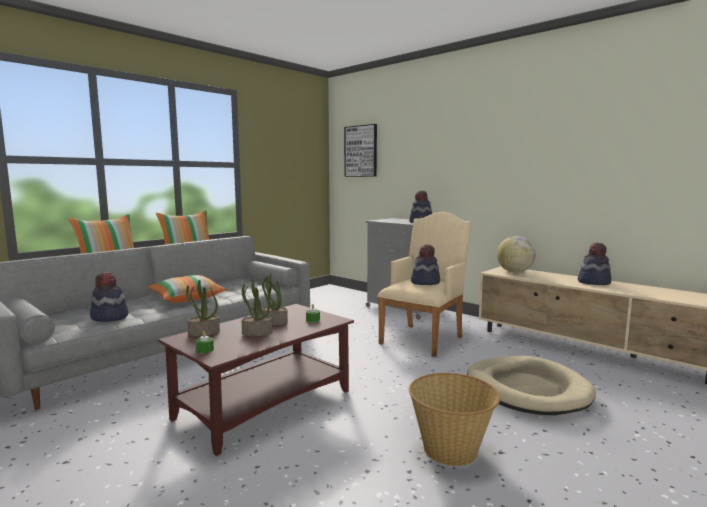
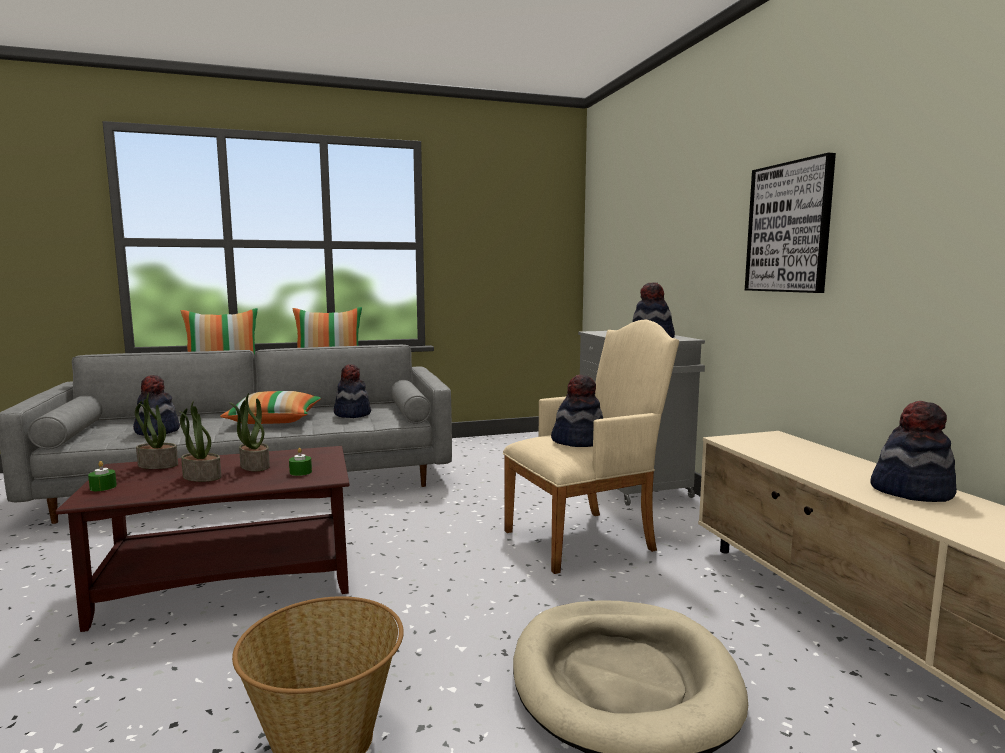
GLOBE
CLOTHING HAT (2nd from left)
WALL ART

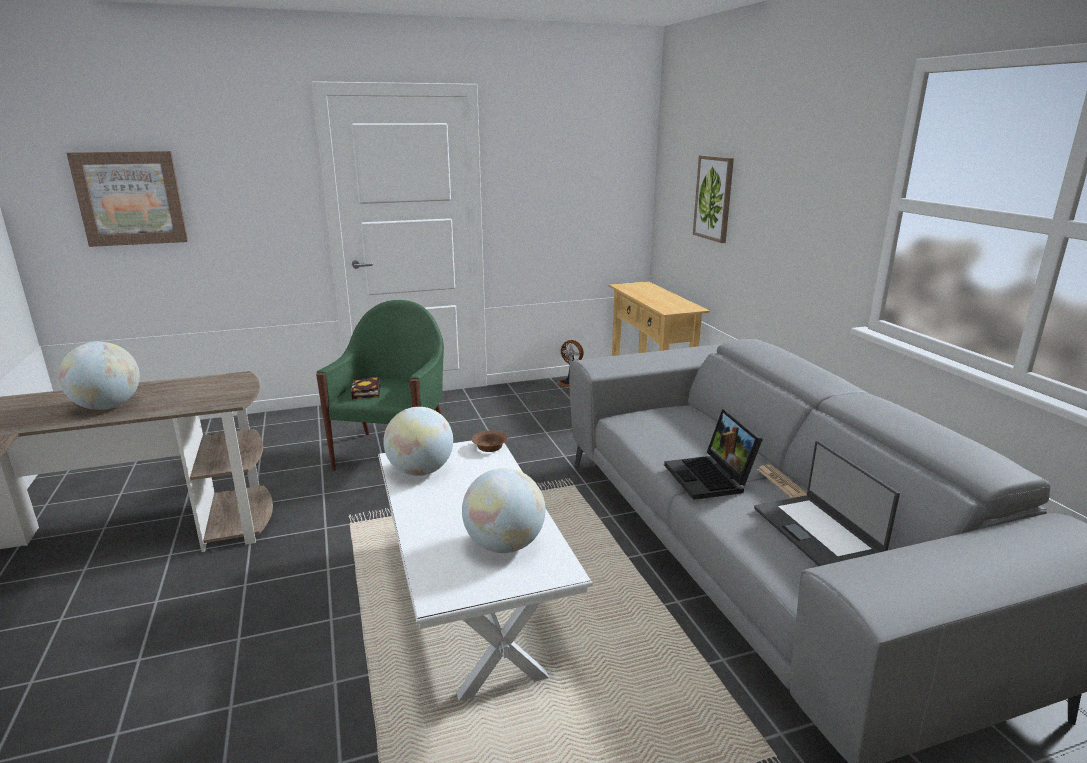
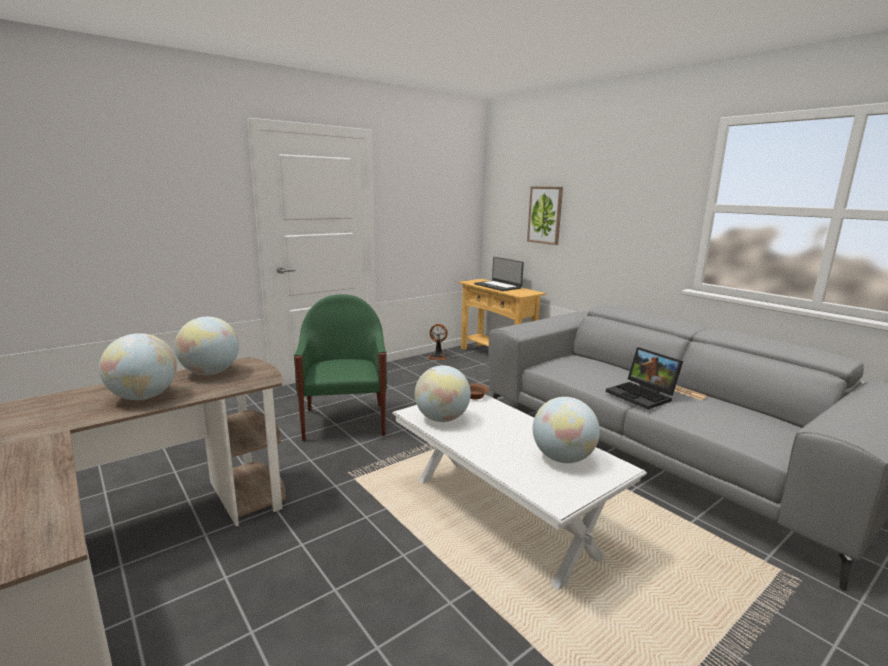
WALL ART (1st from left in the first image)
BOUND BOOK
GLOBE (2nd from left)
LAPTOP (1st from left)

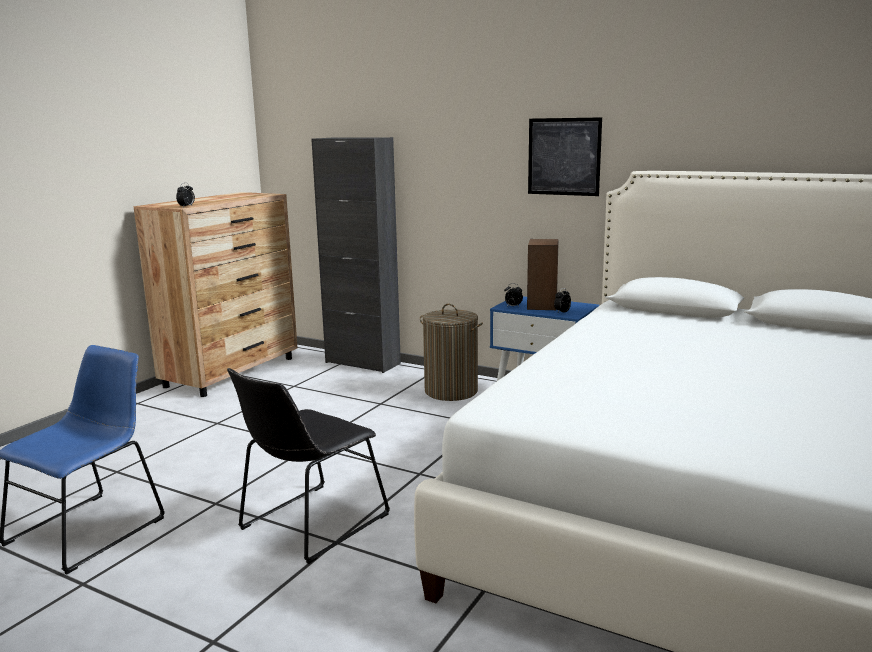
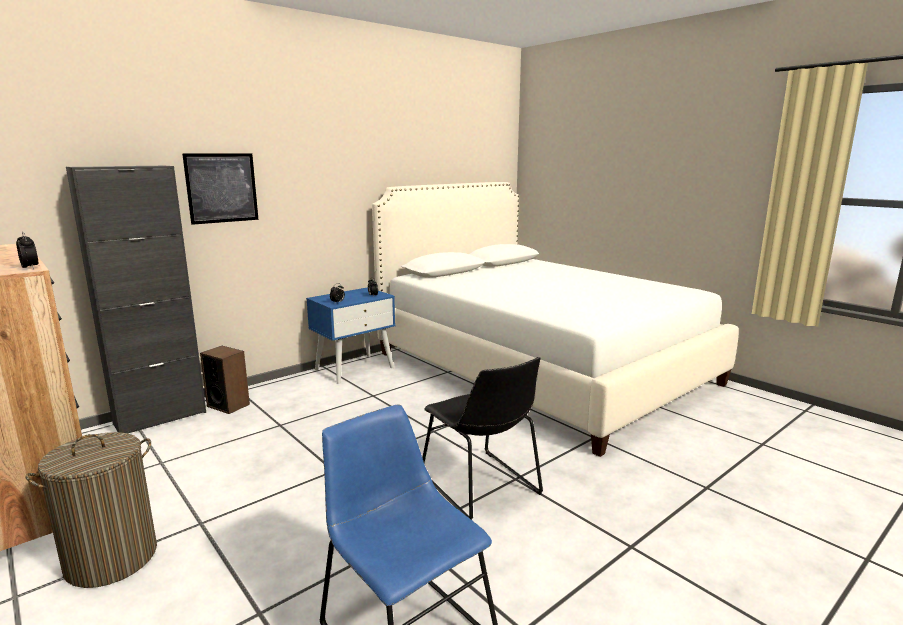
WASHING BASKET
AUDIO SPEAKER
WALL ART

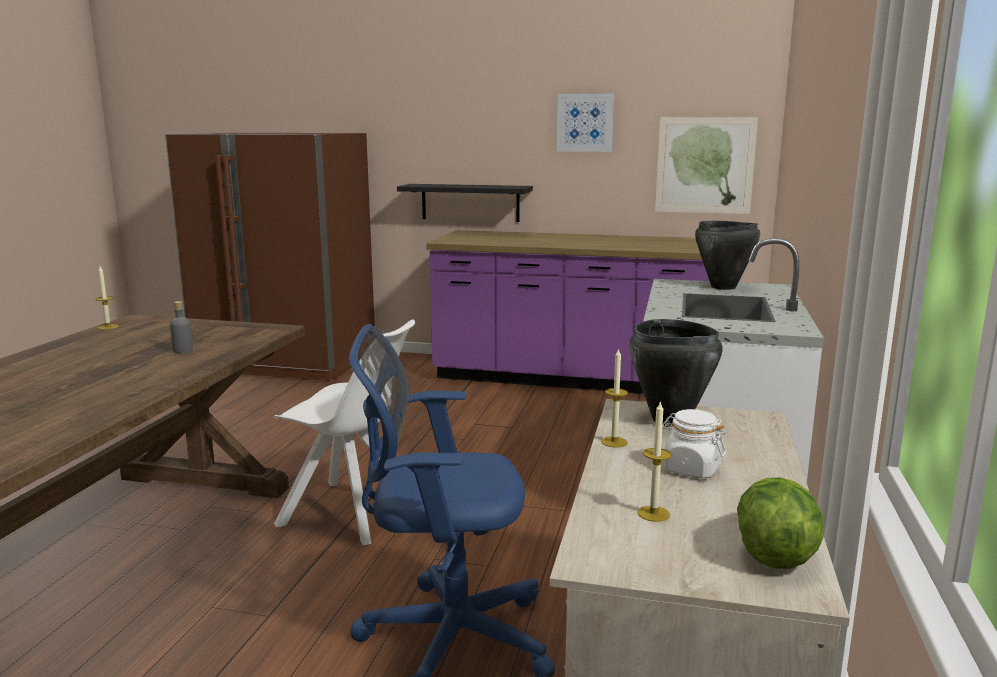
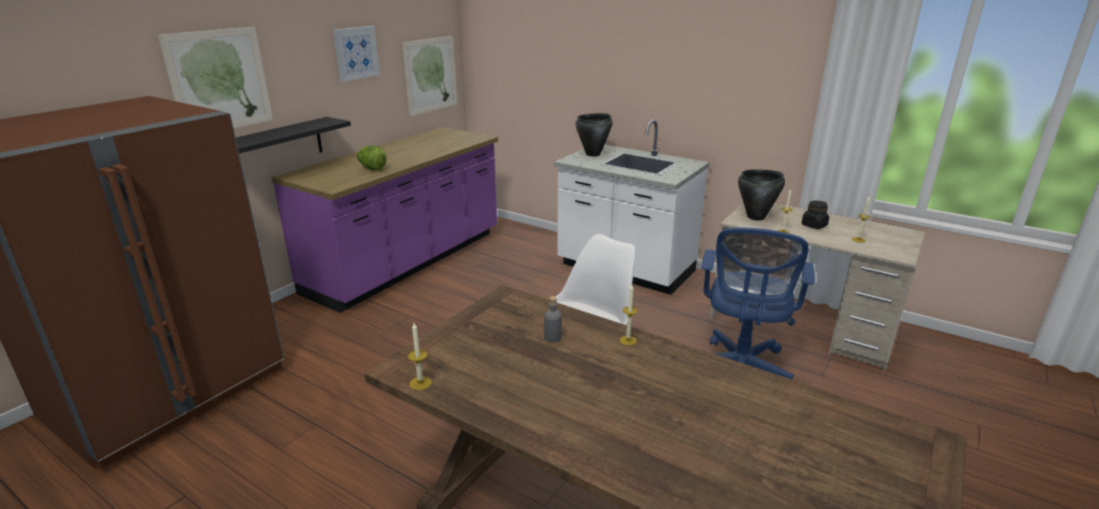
WALL ART (1st from left)
WAX CANDLE (2nd from left)
LETTUCE HEAD
BLACK-COLOURED PRESERVE JAR

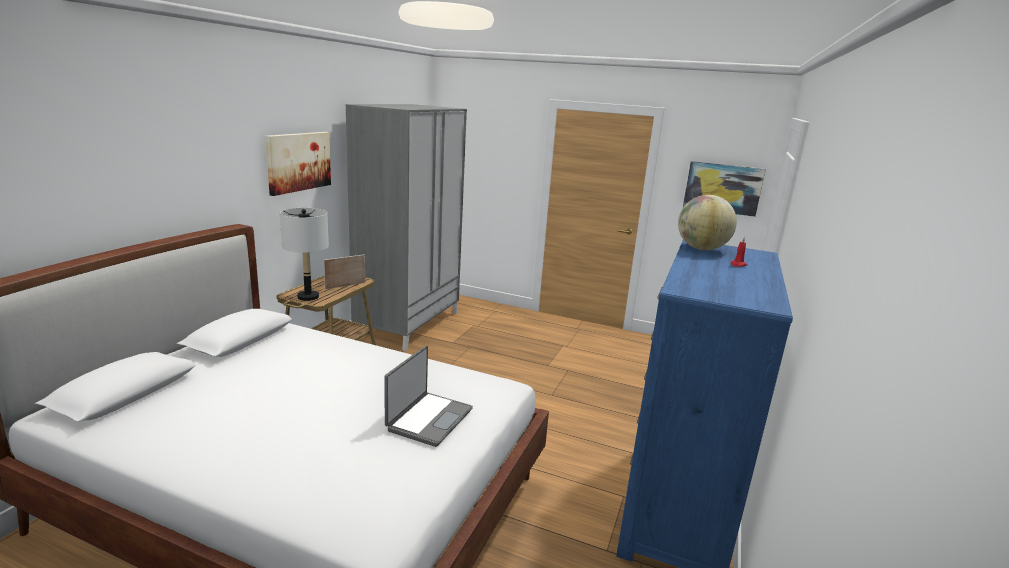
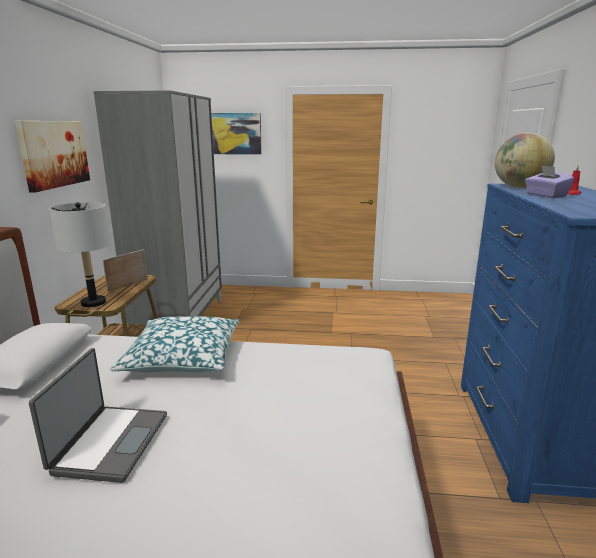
CUSHION
PURPLE-COLOURED TISSUE HOLDER
LAPTOP
WALL ART (2nd from left)

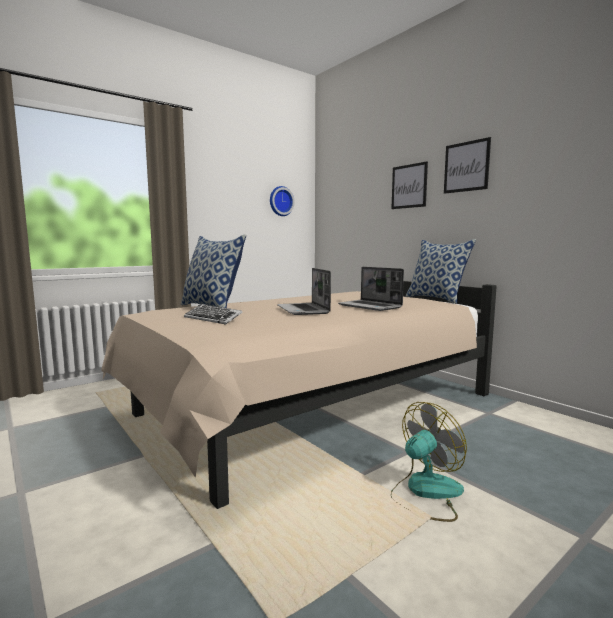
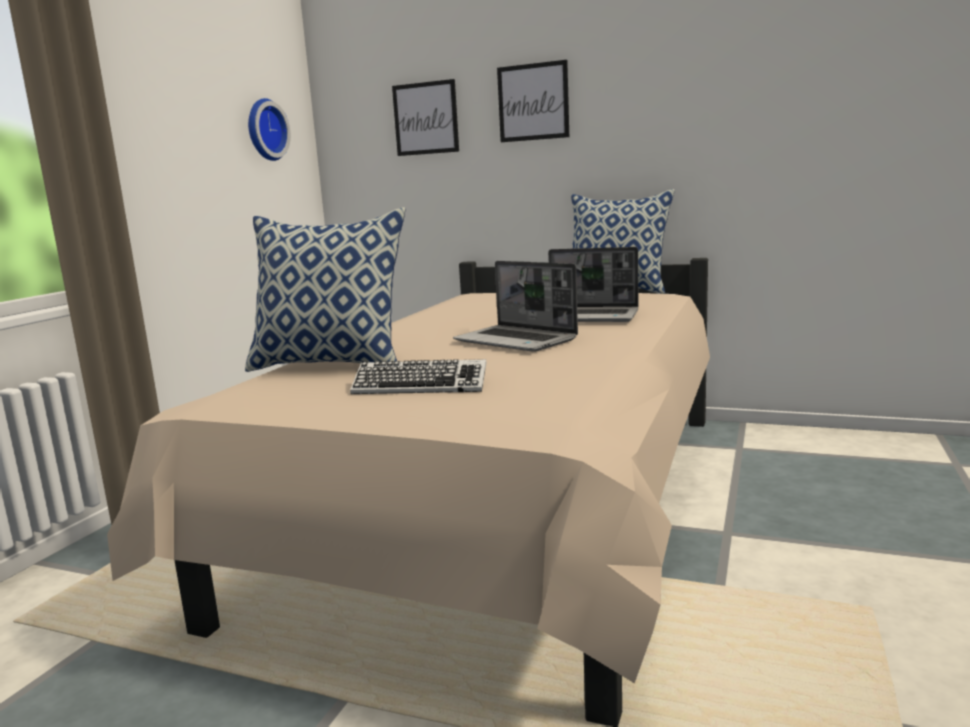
COOLING FAN
WALL ART (1st from left)

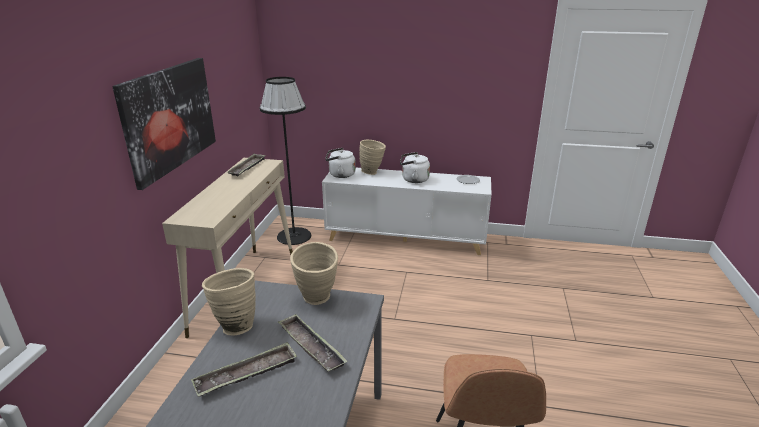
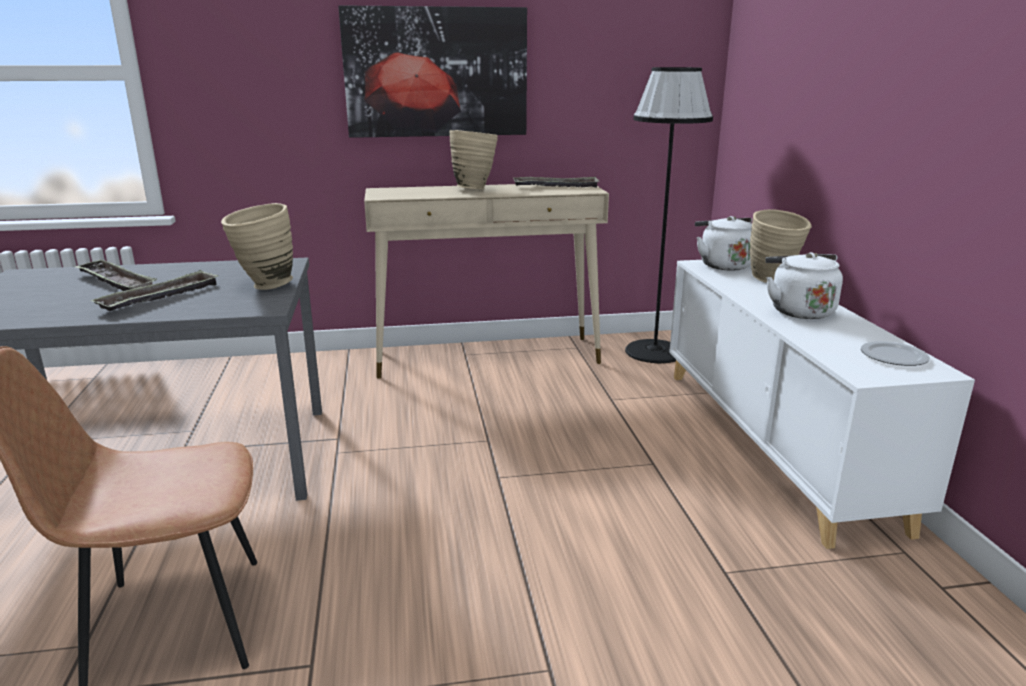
BEIGE-COLOURED FLOWER VASE (2nd from left)

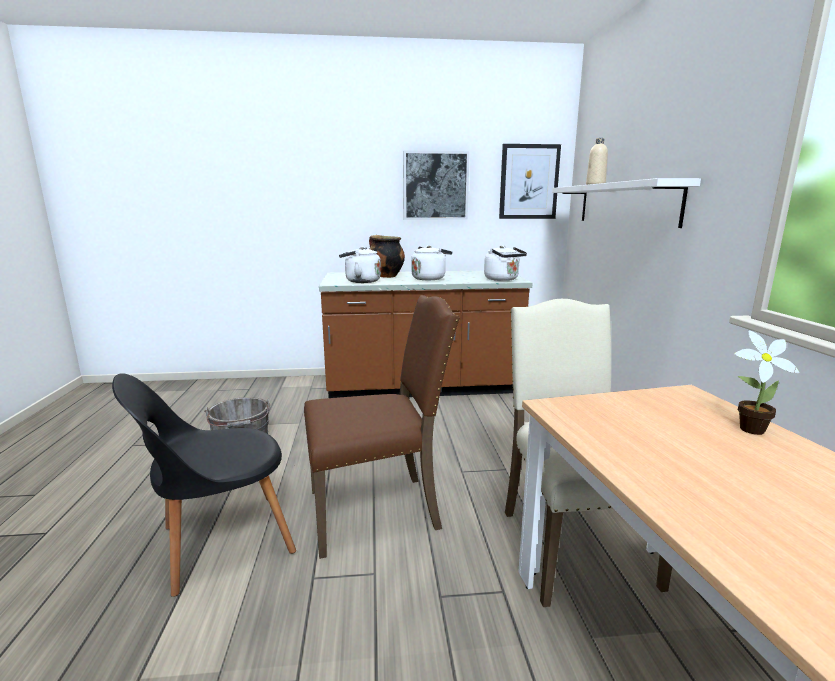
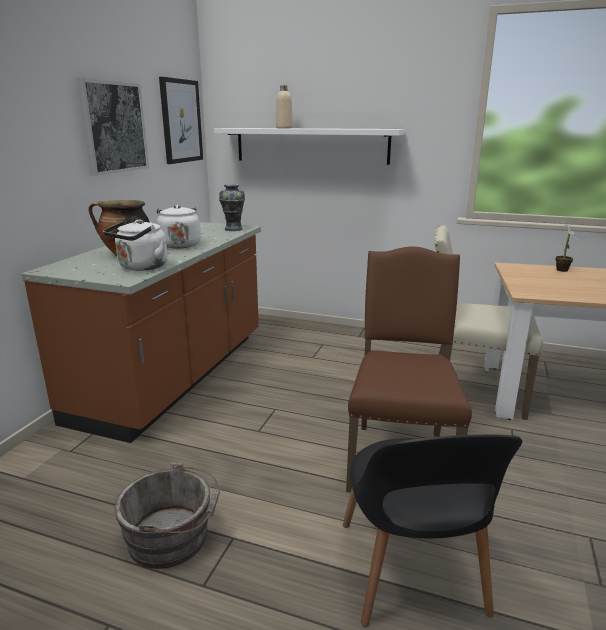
FLOWER VASE

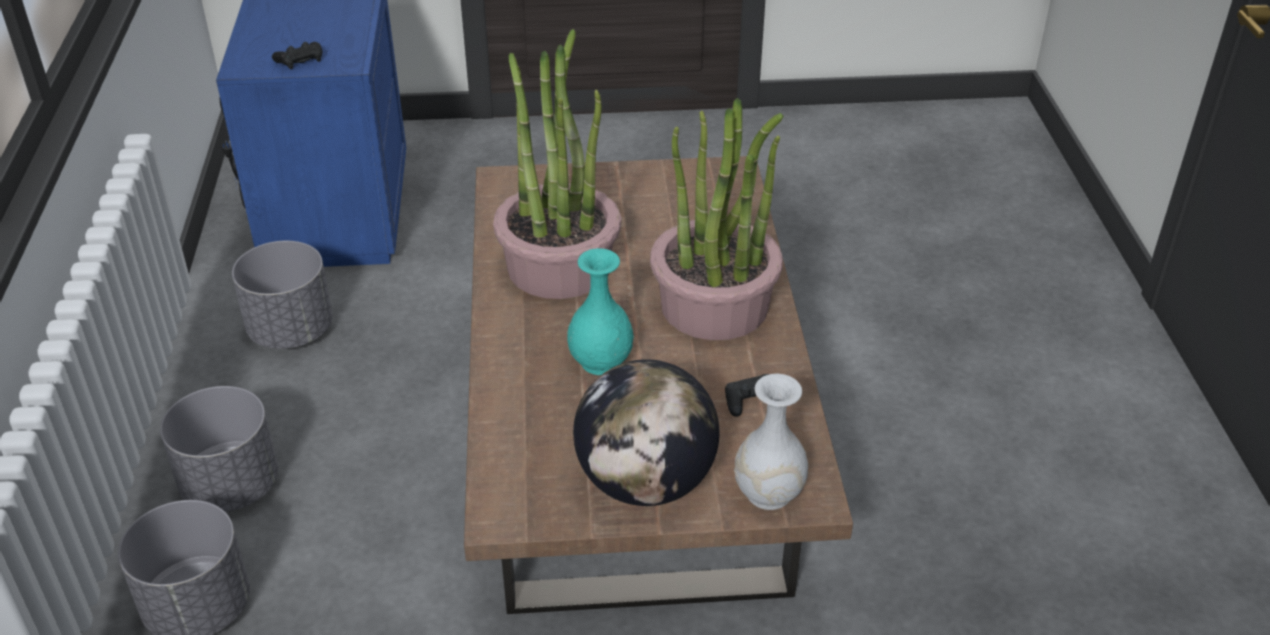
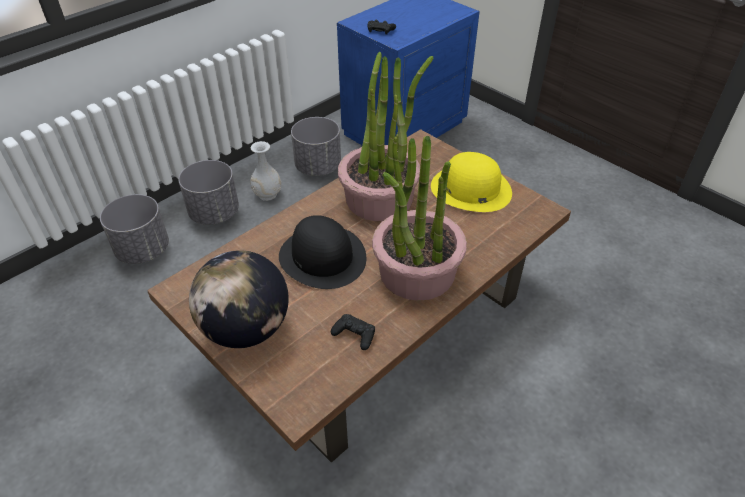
YELLOW CLOTHING HAT
WHITE FLOWER VASE
BLACK-COLOURED CLOTHING HAT

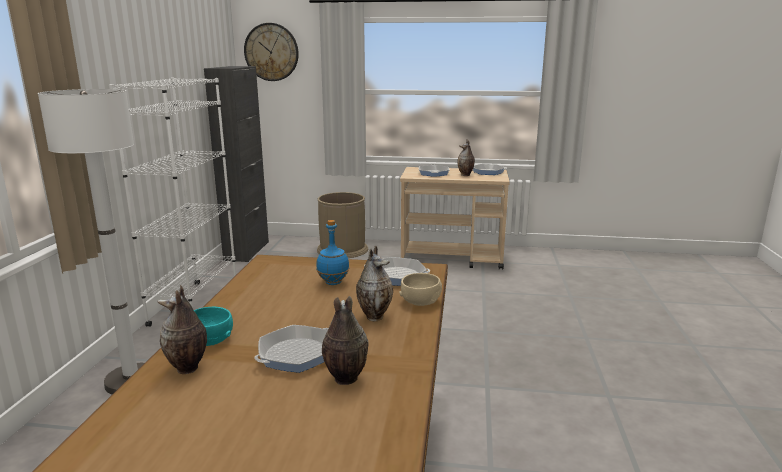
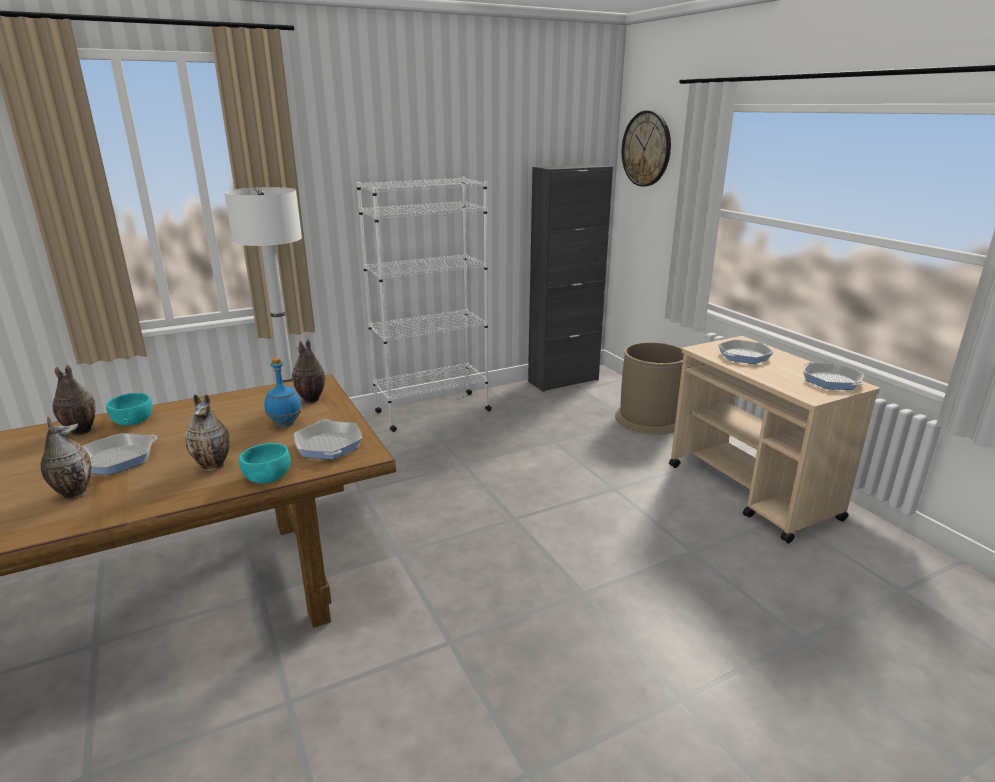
FLOWER VASE (4th from left)
BLUE-GREEN BOWL (2nd from left)
SKILLET (1st from left)

